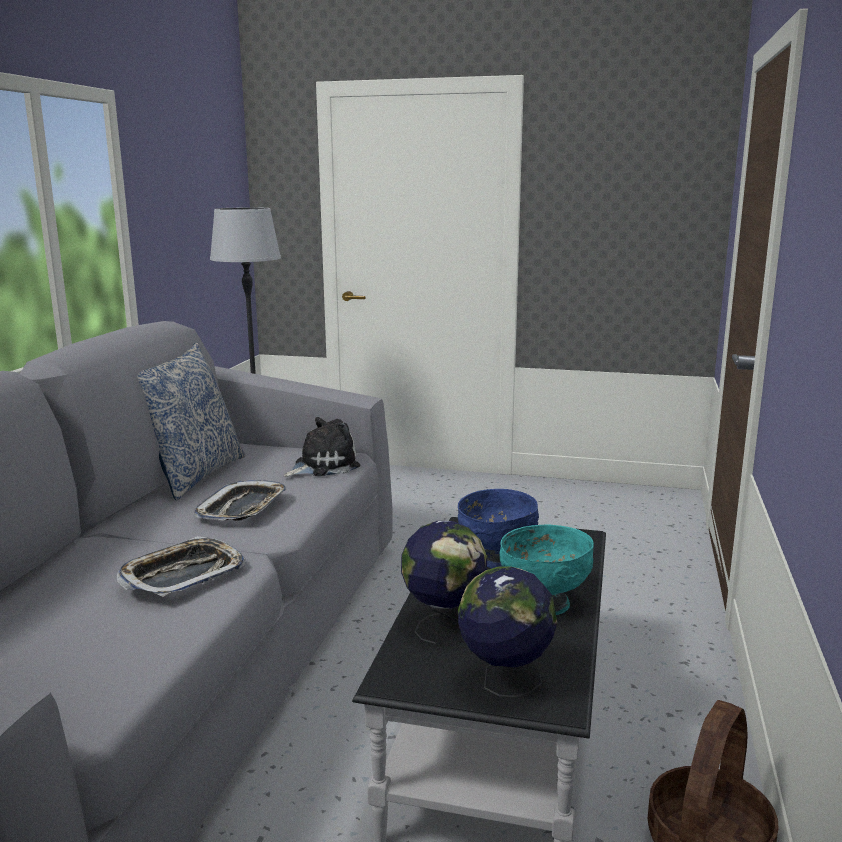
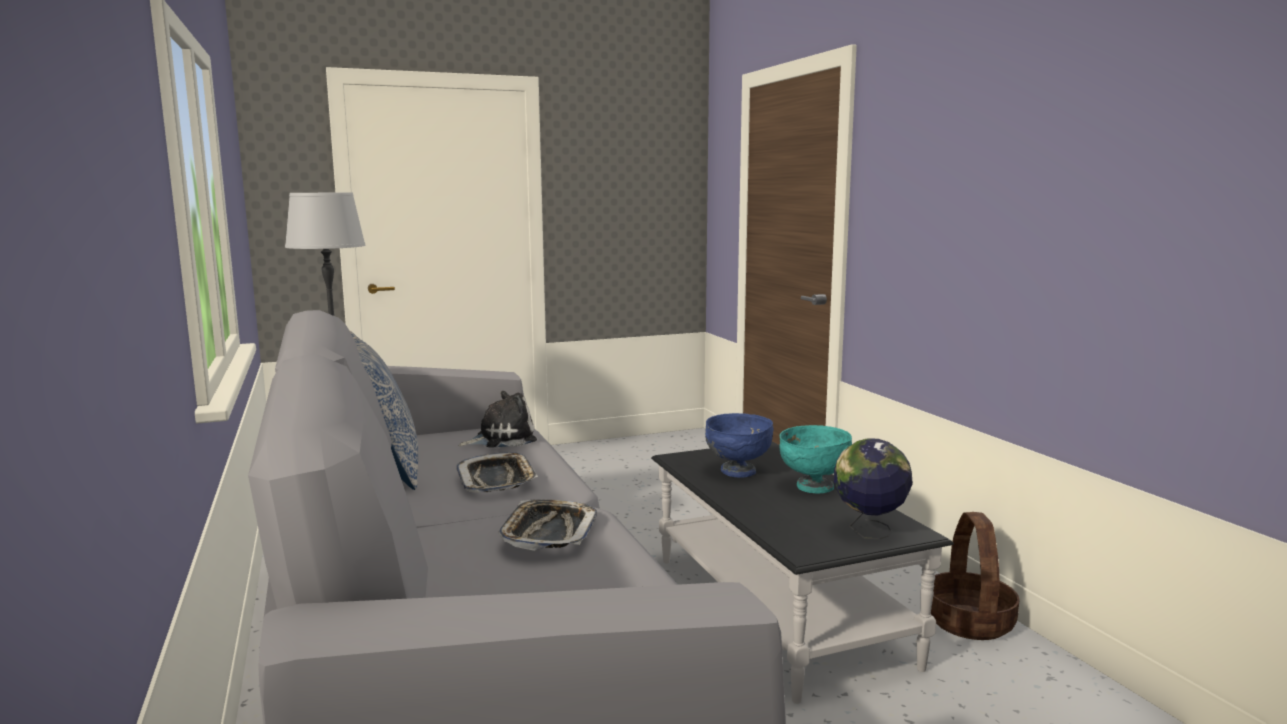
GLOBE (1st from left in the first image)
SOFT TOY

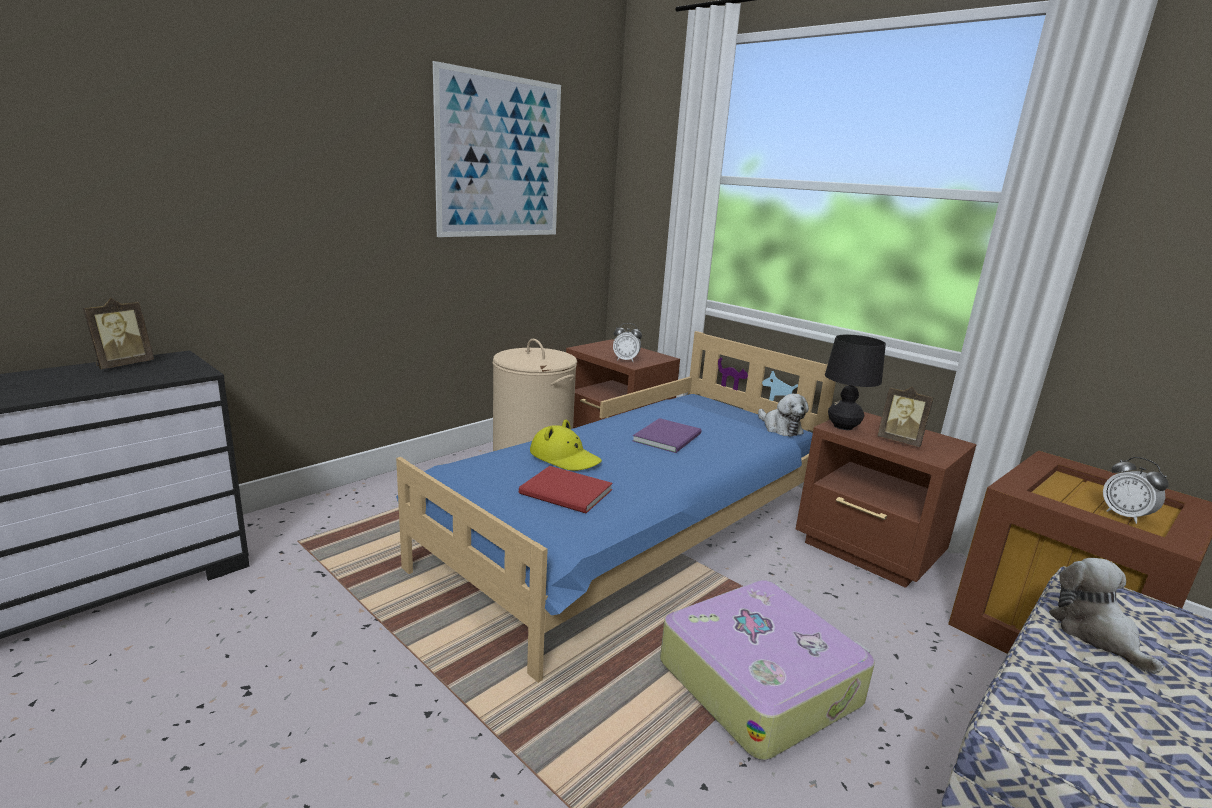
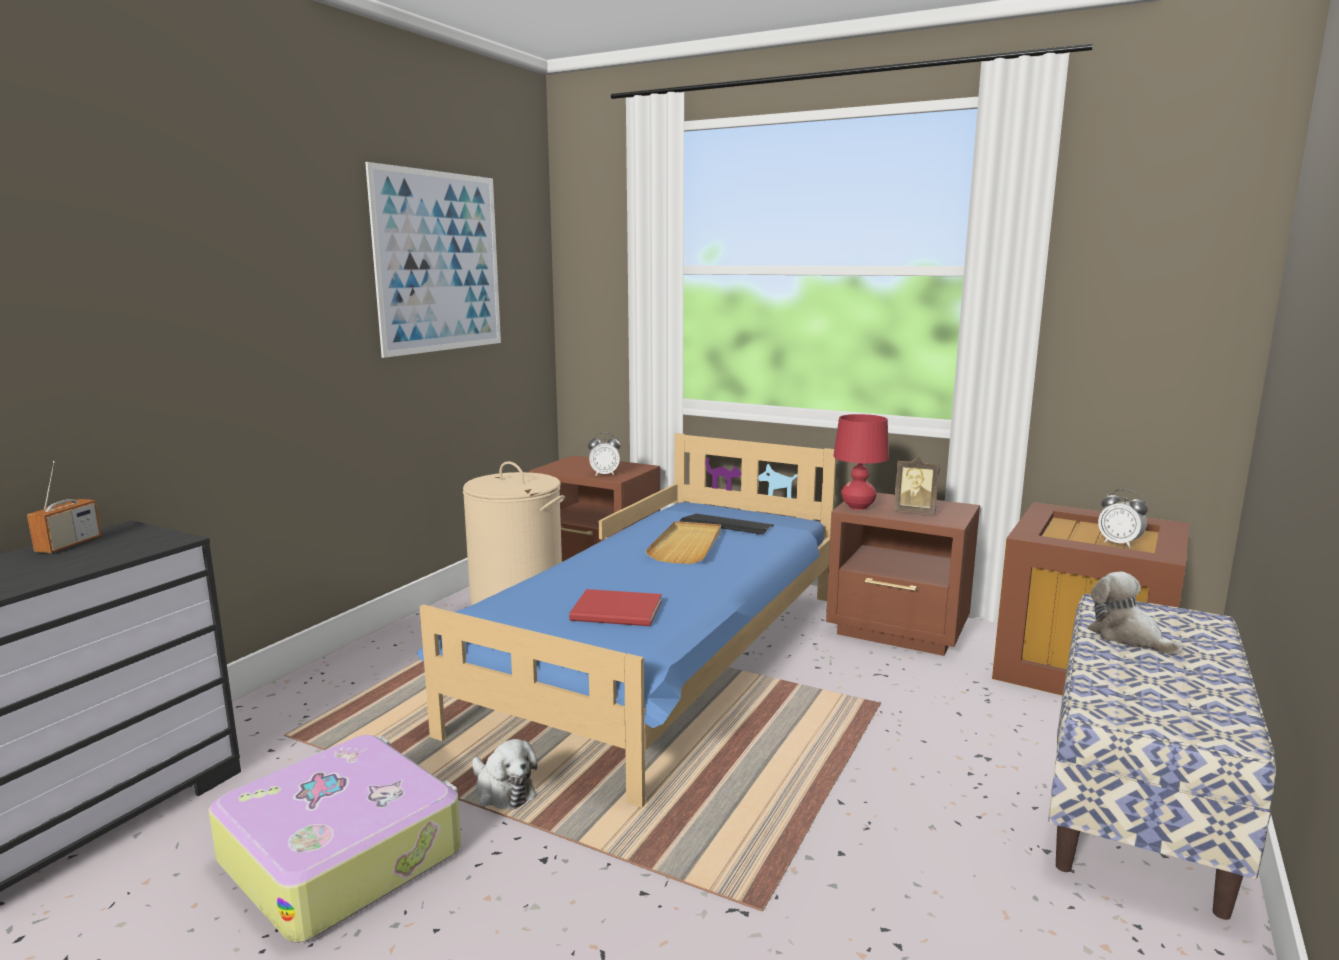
YELLOW CLOTHING HAT
PC KEYBOARD
PIECE OF LUGGAGE
SOFT TOY (1st from left)
RADIO
BEIGE-COLOURED CARRYING TRAY
REDDISH TABLETOP LAMP

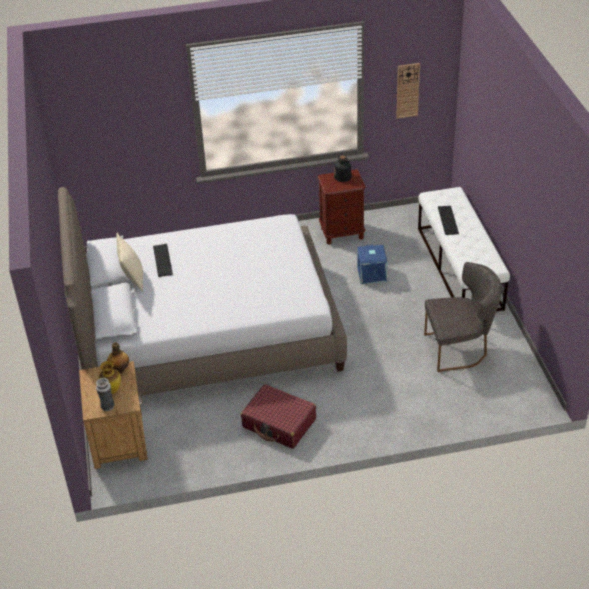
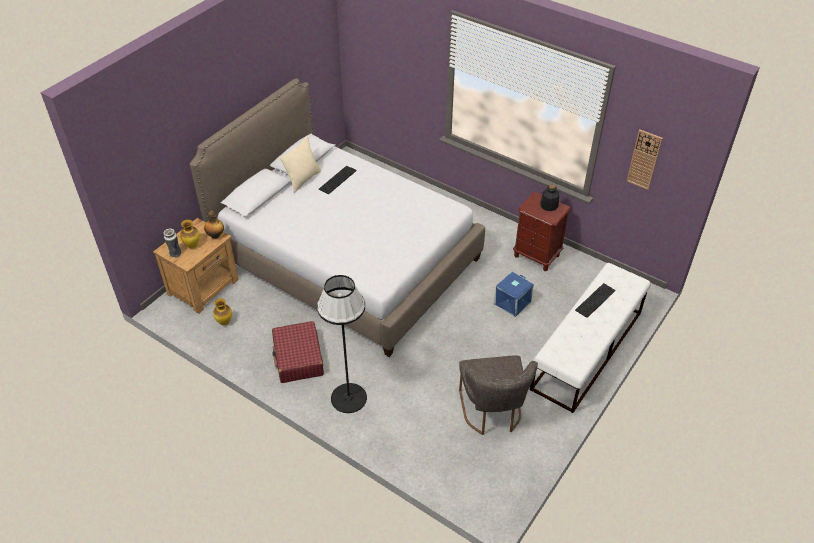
FLOWER VASE (3rd from left)
BLACK-COLOURED STANDARD LAMP
GREY CHAIR

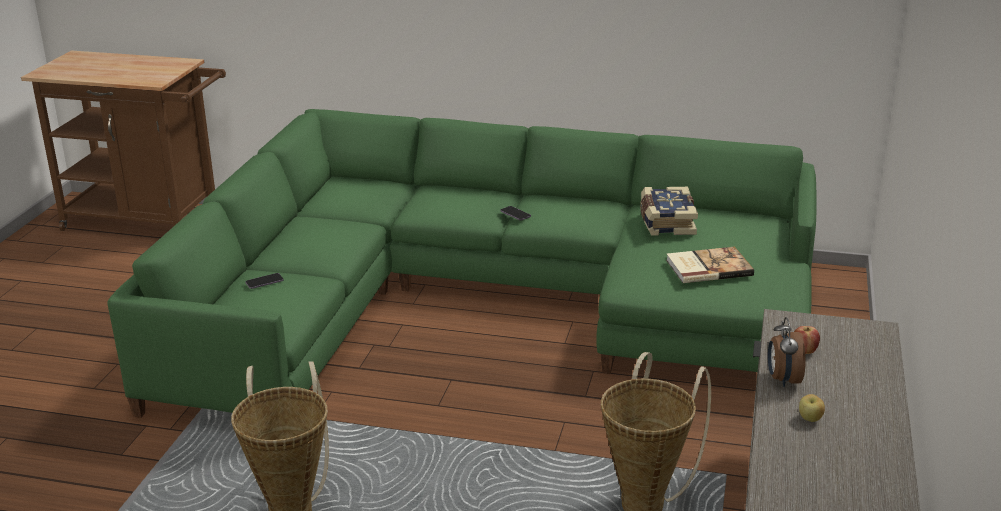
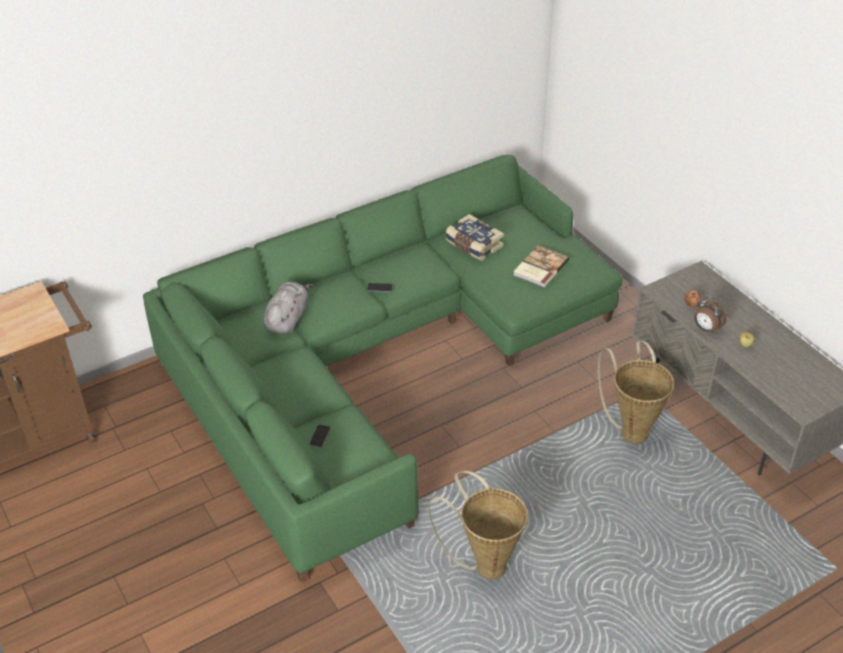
GREY SOFT TOY

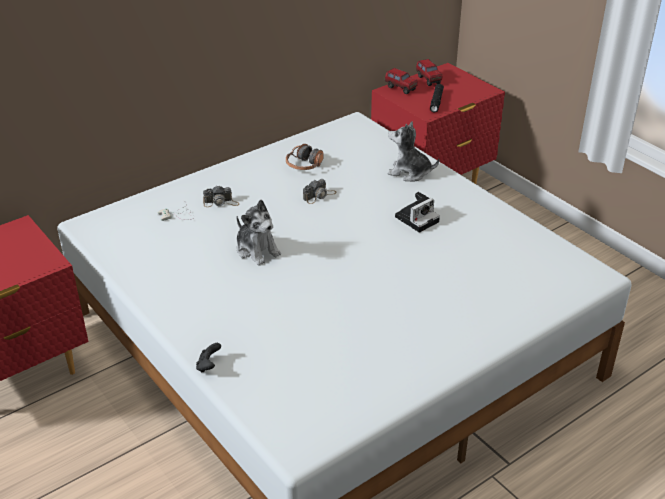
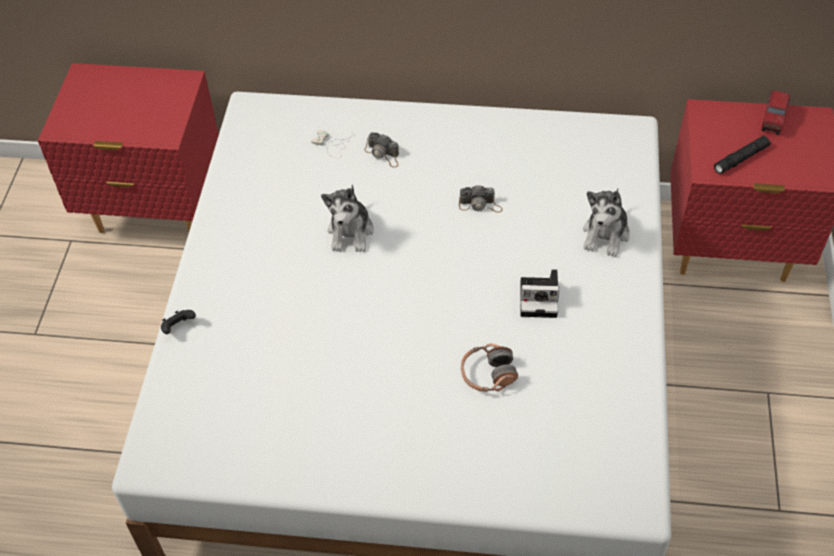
TOY LORRY (1st from left in the first image)
HEADSET
SOFT TOY (2nd from left)

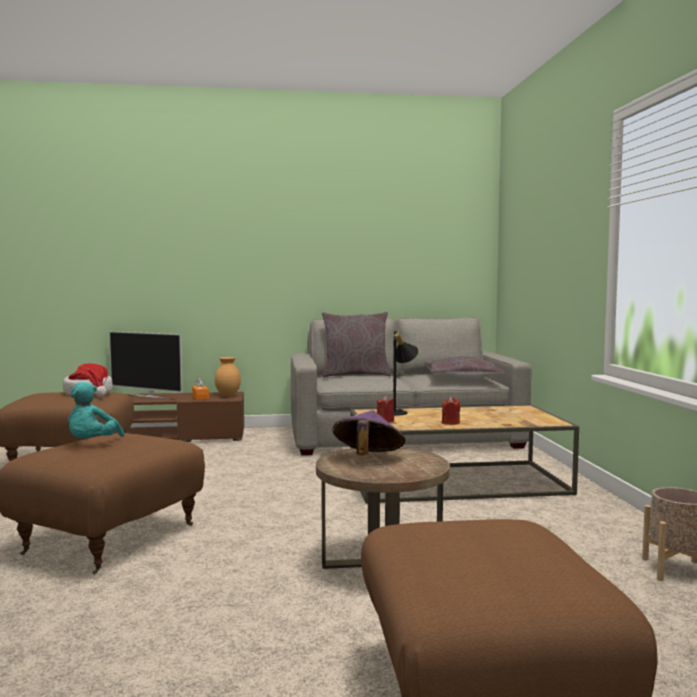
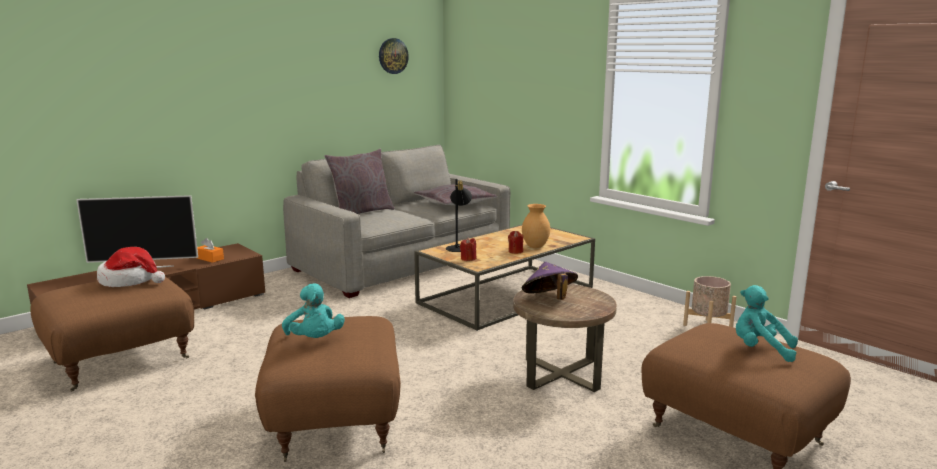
CLOCK ON THE WALL
BLUE-GREEN SOFT TOY (2nd from left)
BROWN-COLOURED FLOWER VASE

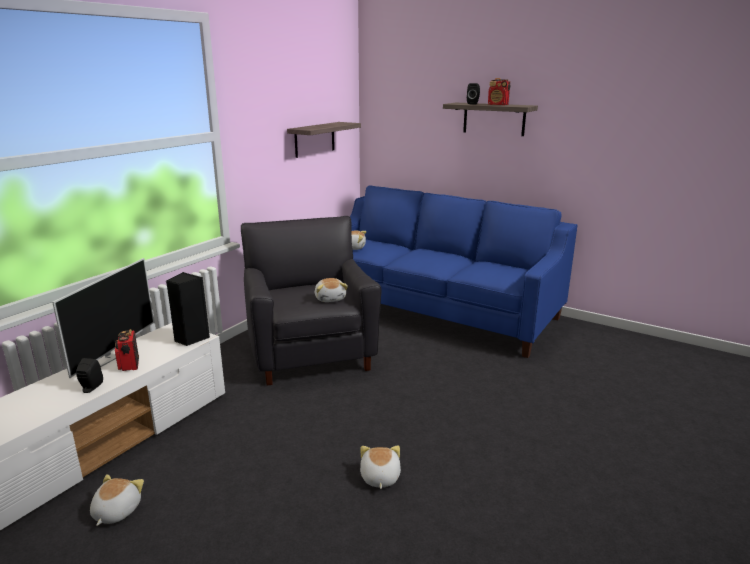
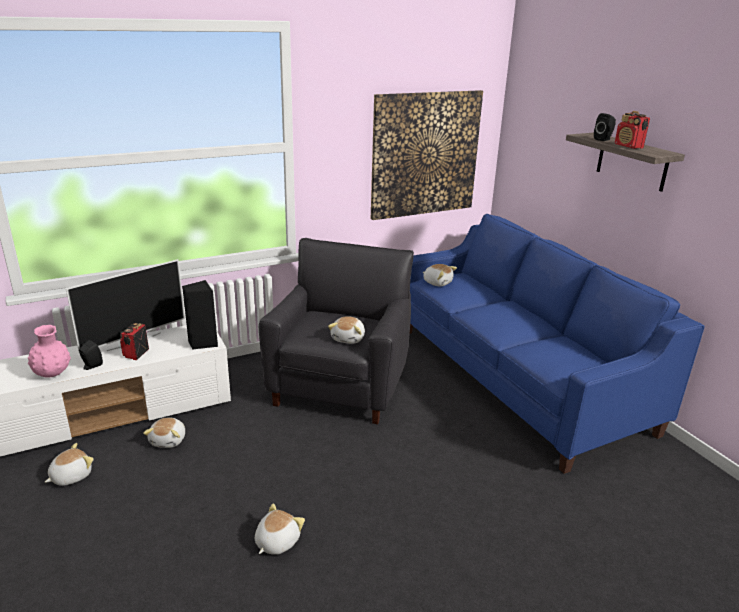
PINKISH FLOWER VASE
SOFT TOY (2nd from left)
WALL ART

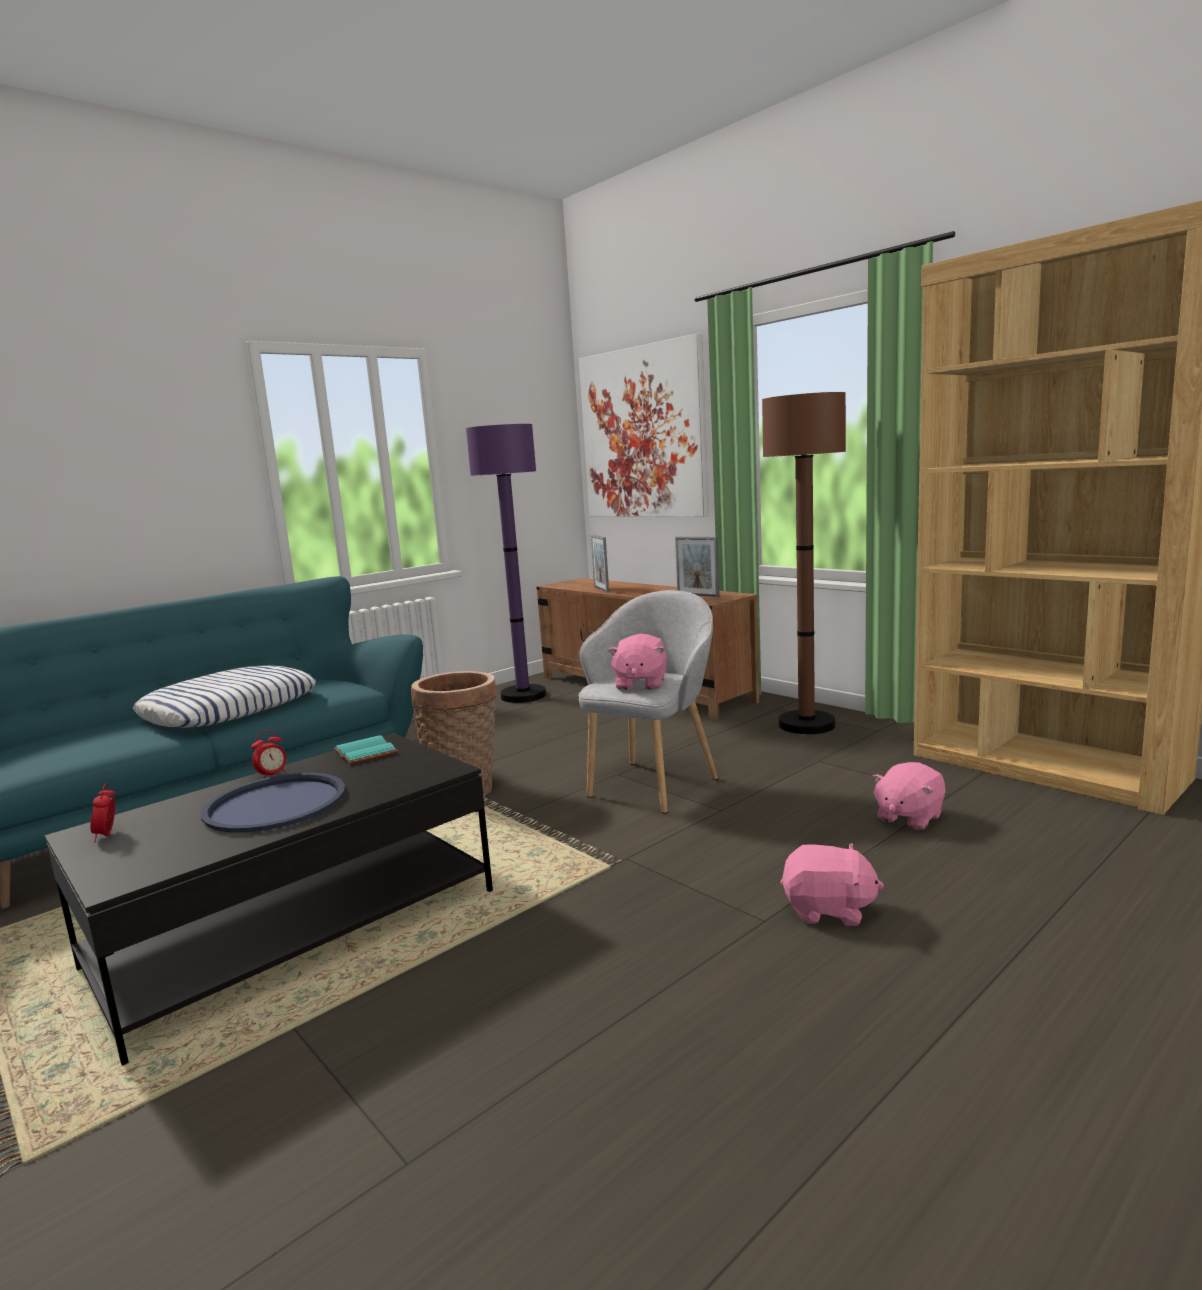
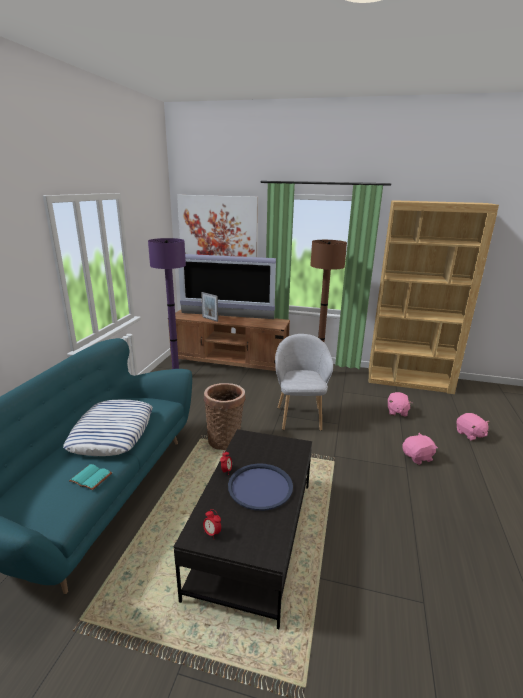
PICTURE FRAME (2nd from left in the first image)
TV SET
BLUE-GREEN BOUND BOOK
PINKISH SOFT TOY (3rd from left)

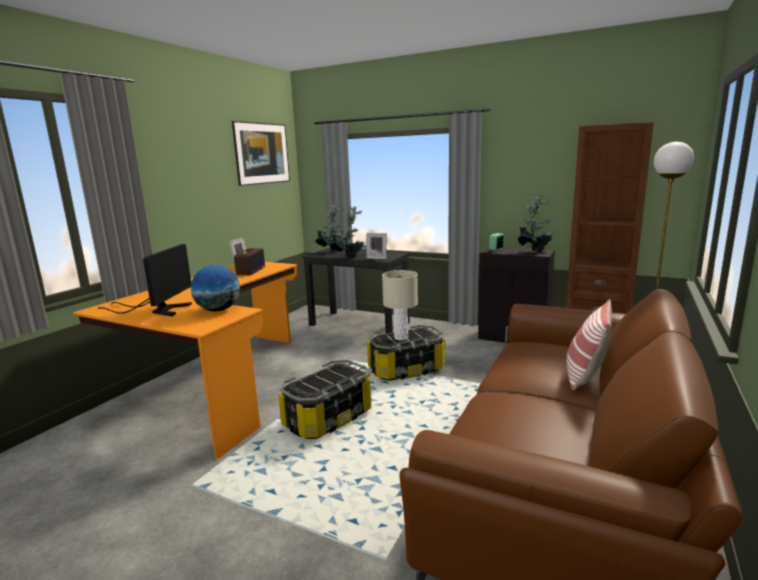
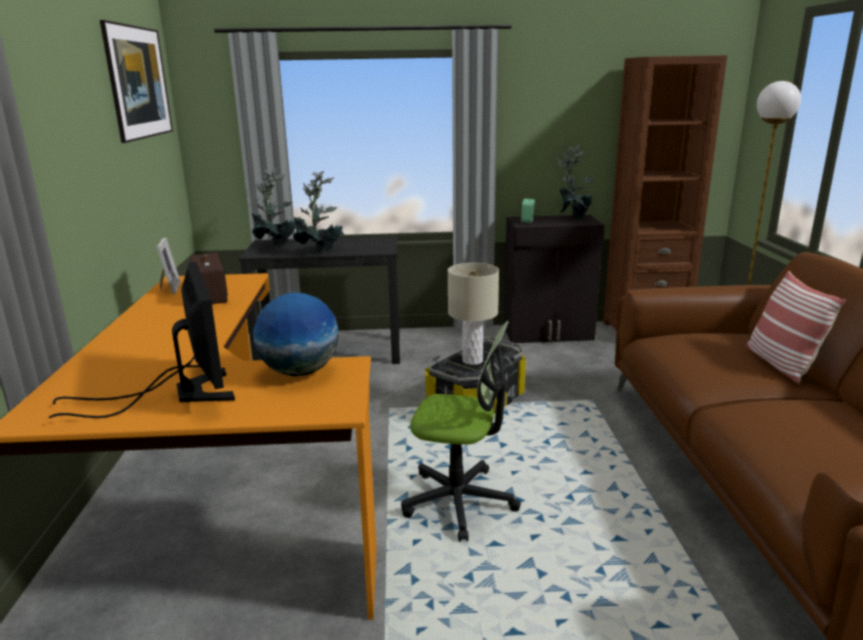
PICTURE FRAME (2nd from left in the first image)
DESK CHAIR

